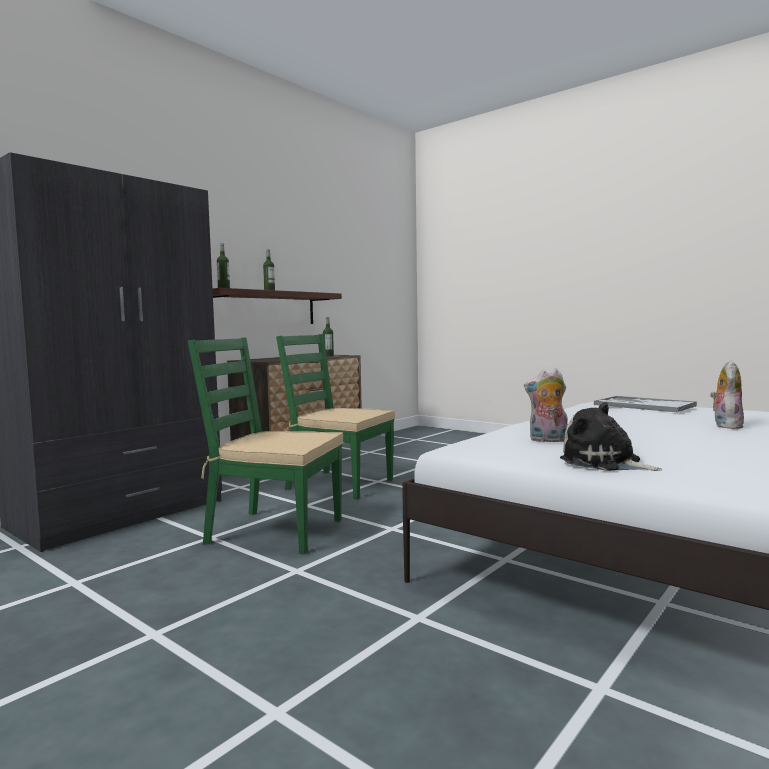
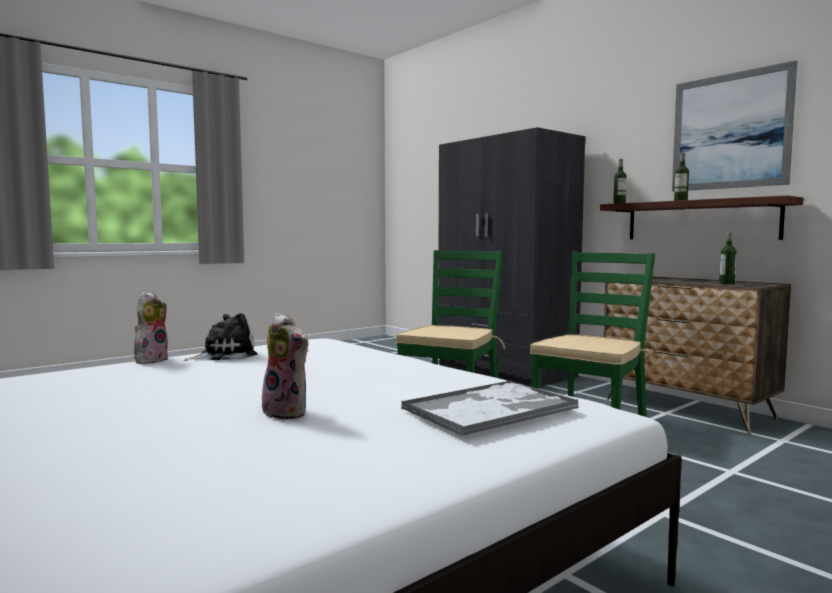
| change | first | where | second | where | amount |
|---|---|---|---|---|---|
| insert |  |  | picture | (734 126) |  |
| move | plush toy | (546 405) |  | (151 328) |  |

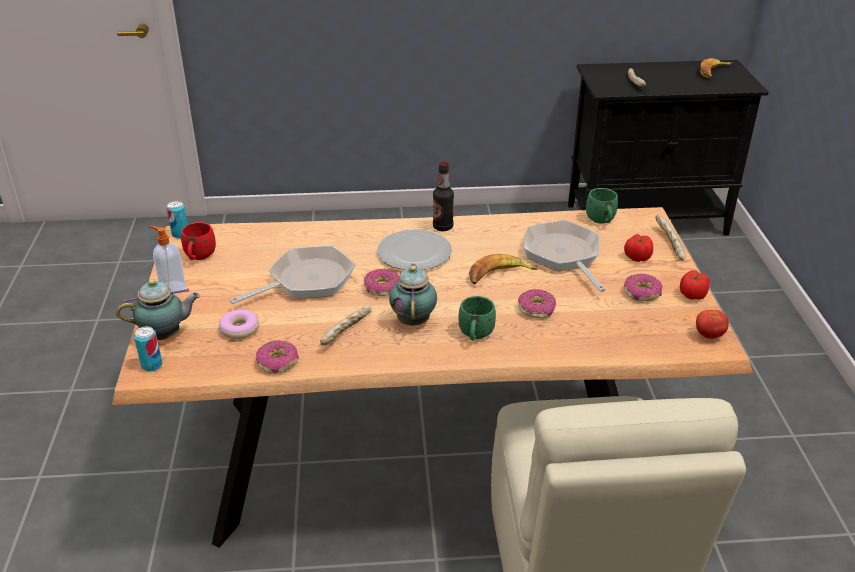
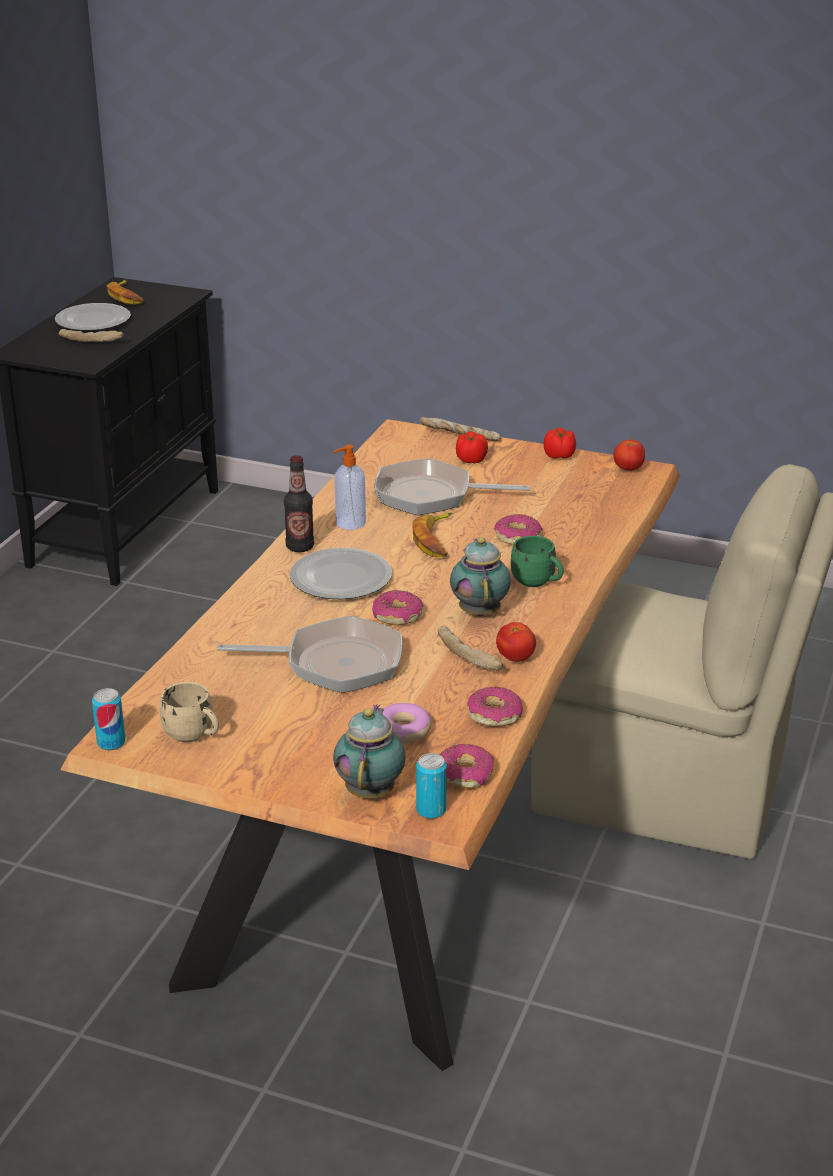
| change | first | where | second | where | amount |
|---|---|---|---|---|---|
| delete | mug/green | (602 206) |  |  |  |
| insert |  |  | plate | (93 317) |  |
| insert |  |  | tomato | (516 642) |  |
| move | soap dispenser | (167 260) |  | (349 487) |  |
| move | donut | (643 287) |  | (467 766) |  |
| recolor | mug/red | (198 241) | mug/beige | (189 712) |  |
| rotate | frying pan | (293 275) |  | (309 654) | 105 degrees clockwise |
| rotate | teapot | (413 294) |  | (480 577) | 60 degrees clockwise |

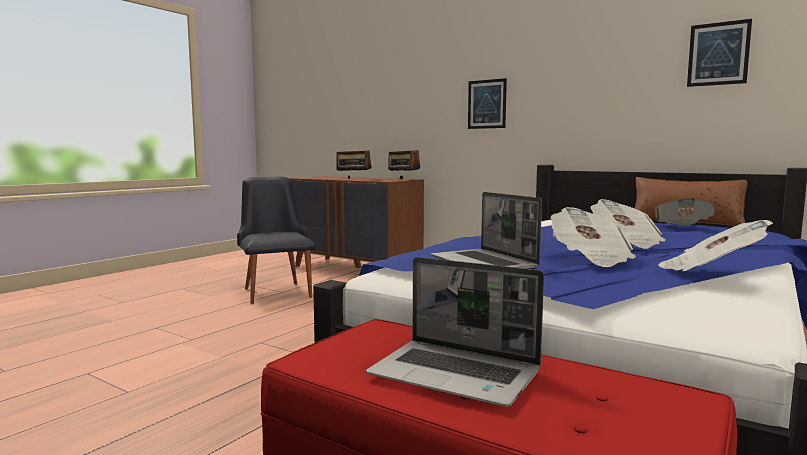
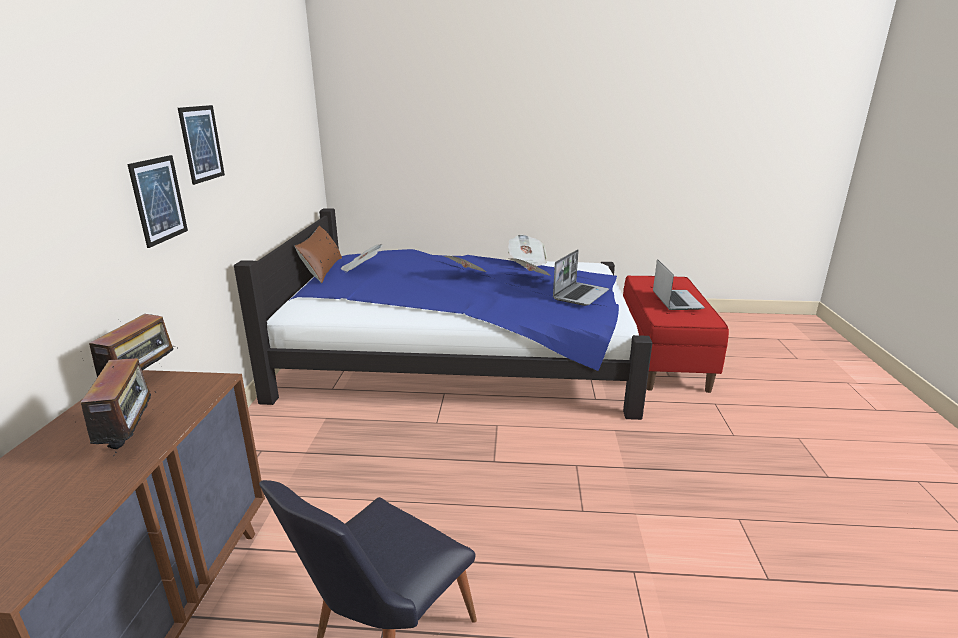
| change | first | where | second | where | amount |
|---|---|---|---|---|---|
| move | picture | (719 53) |  | (201 145) |  |

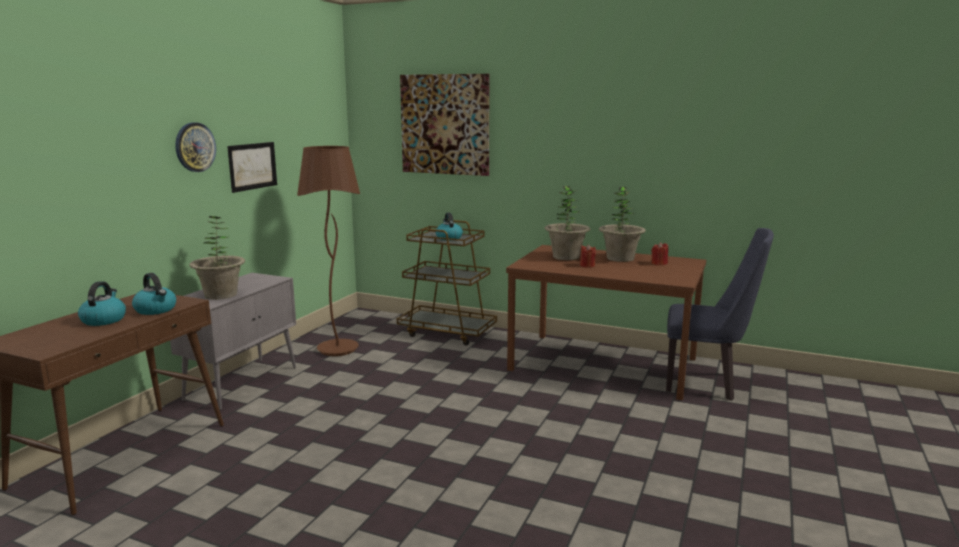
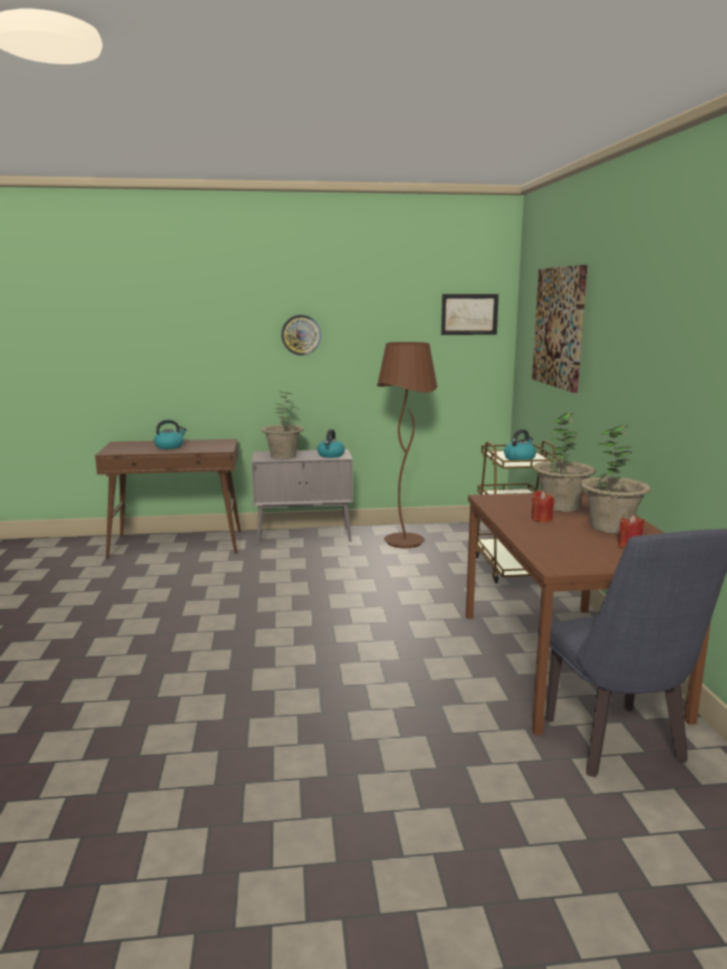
| change | first | where | second | where | amount |
|---|---|---|---|---|---|
| move | kettle | (154 294) |  | (331 443) |  |
| move | picture | (252 167) |  | (470 314) |  |

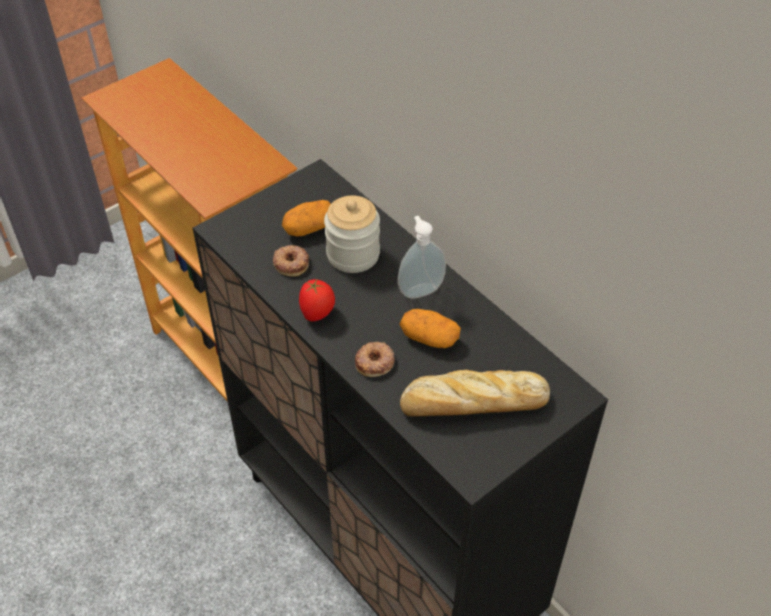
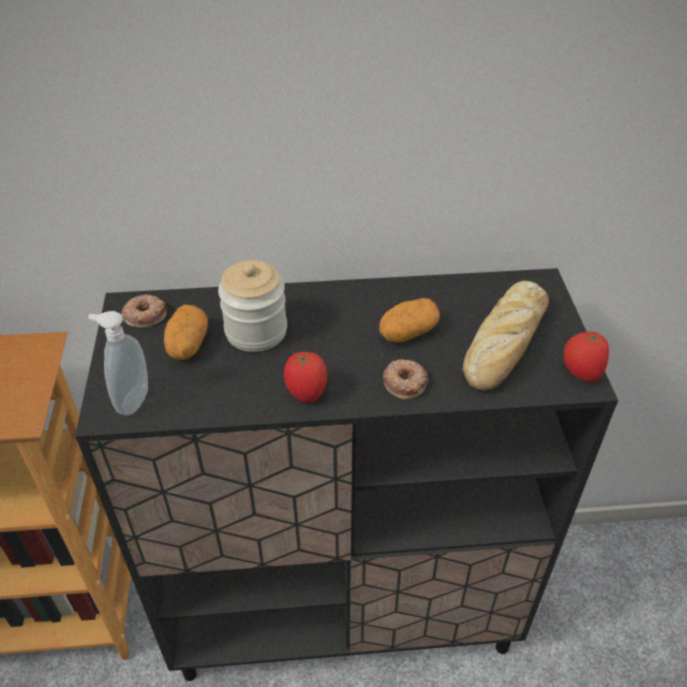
| change | first | where | second | where | amount |
|---|---|---|---|---|---|
| insert |  |  | tomato | (586 356) |  |
| move | donut | (291 261) |  | (144 311) |  |
| move | soap dispenser | (422 257) |  | (118 363) |  |

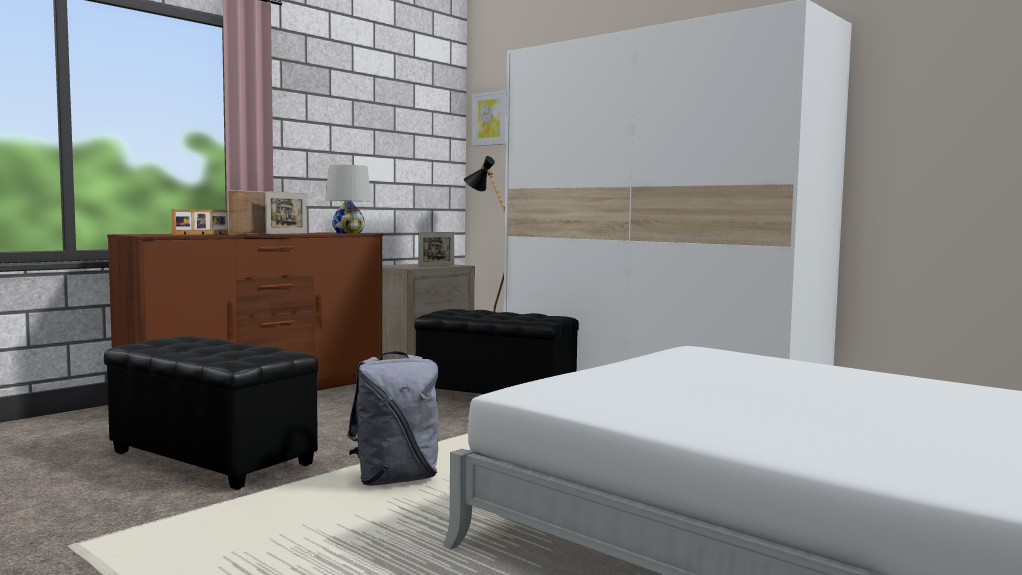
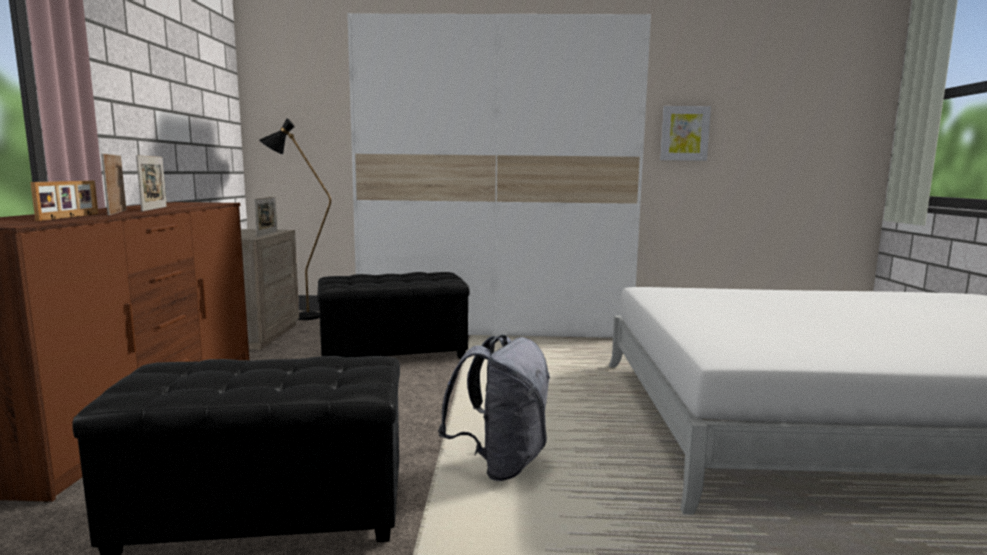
| change | first | where | second | where | amount |
|---|---|---|---|---|---|
| delete | table lamp/white | (348 199) |  |  |  |
| move | picture | (489 118) |  | (685 133) |  |

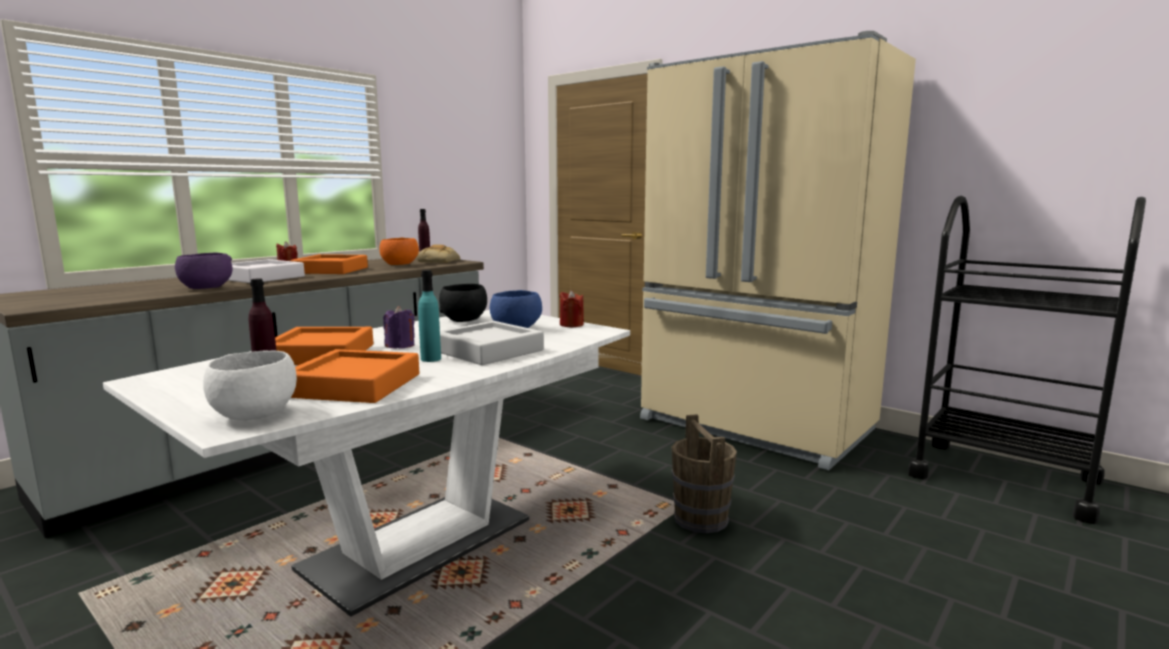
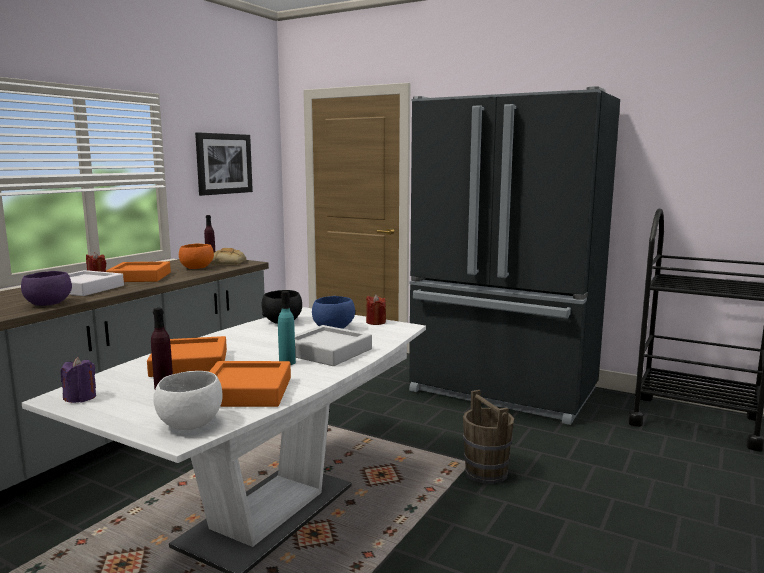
| change | first | where | second | where | amount |
|---|---|---|---|---|---|
| insert |  |  | picture | (224 164) |  |
| move | candle/purple | (399 327) |  | (78 380) |  |
| recolor | fridge/beige | (778 250) | fridge/black | (514 255) |  |

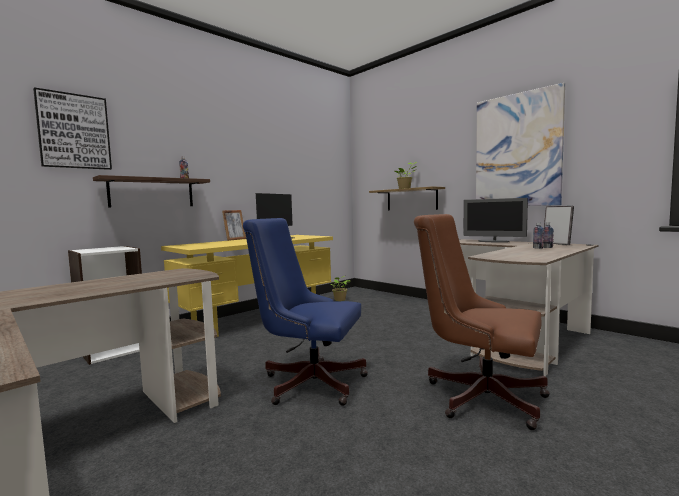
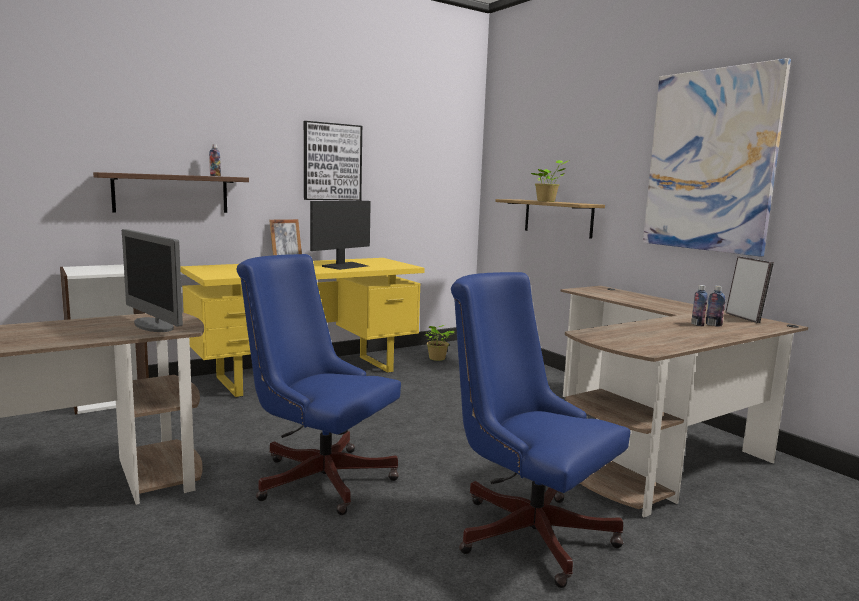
| change | first | where | second | where | amount |
|---|---|---|---|---|---|
| move | picture | (72 128) |  | (333 161) |  |
| move | monitor | (495 220) |  | (152 280) |  |
| recolor | office chair/brown | (482 322) | office chair/blue | (540 430) |  |

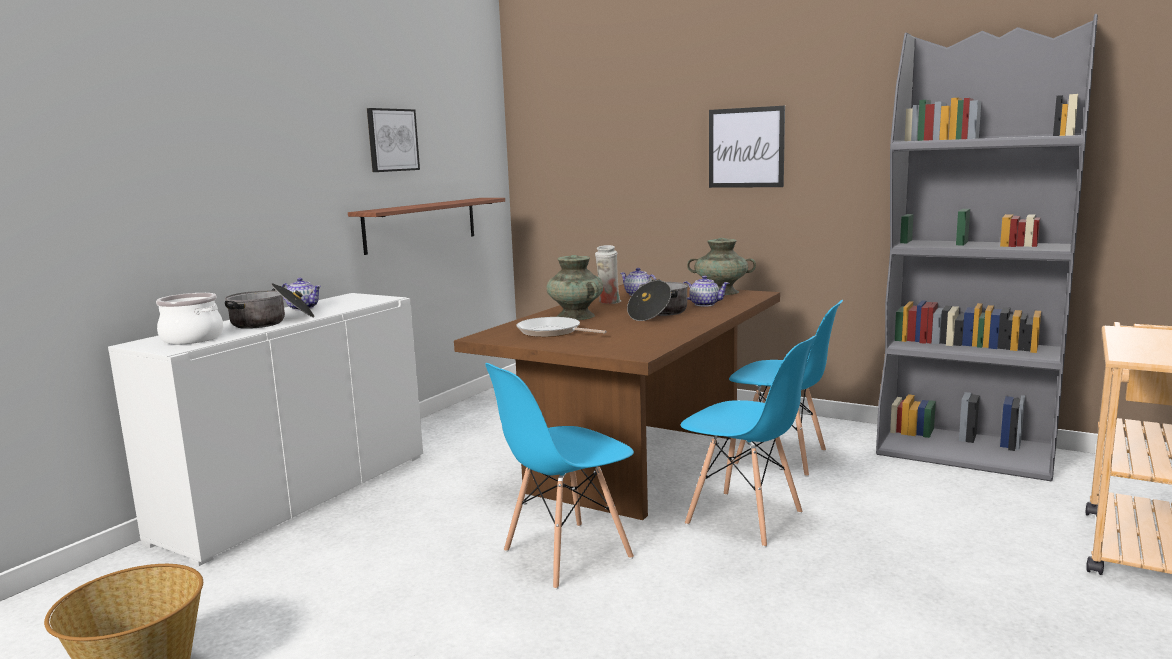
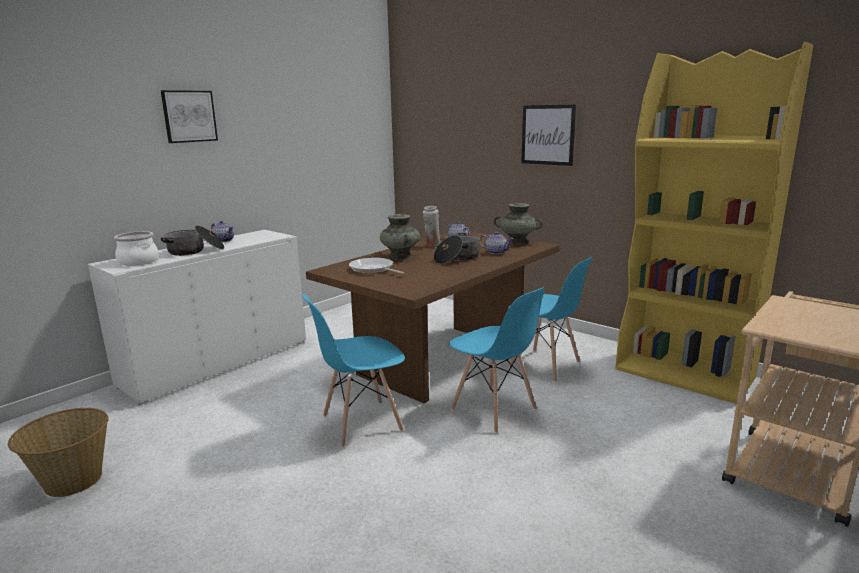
| change | first | where | second | where | amount |
|---|---|---|---|---|---|
| delete | shelf | (426 226) |  |  |  |
| move | picture | (393 140) |  | (189 116) |  |
| recolor | bookcase/grey | (987 248) | bookcase/yellow | (714 223) |  |

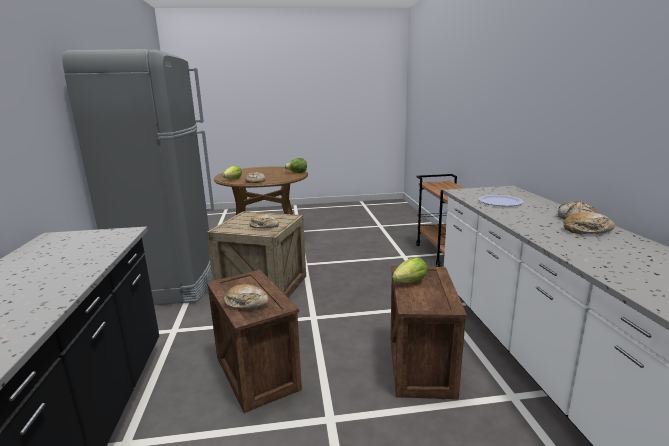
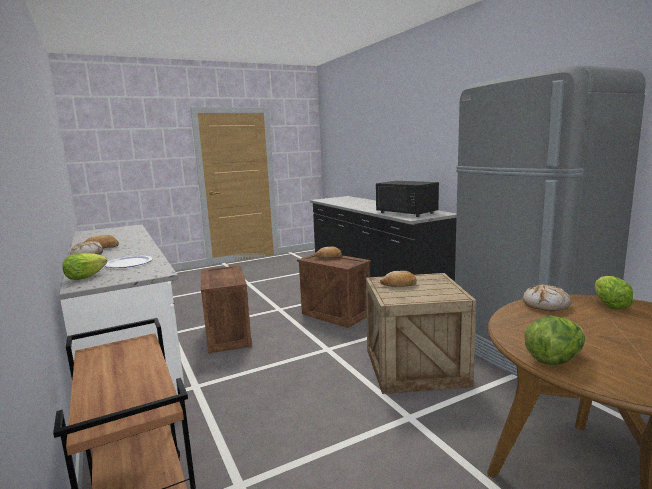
| change | first | where | second | where | amount |
|---|---|---|---|---|---|
| insert |  |  | microwave/black | (407 199) |  |
| move | lettuce | (409 270) |  | (84 266) |  |

